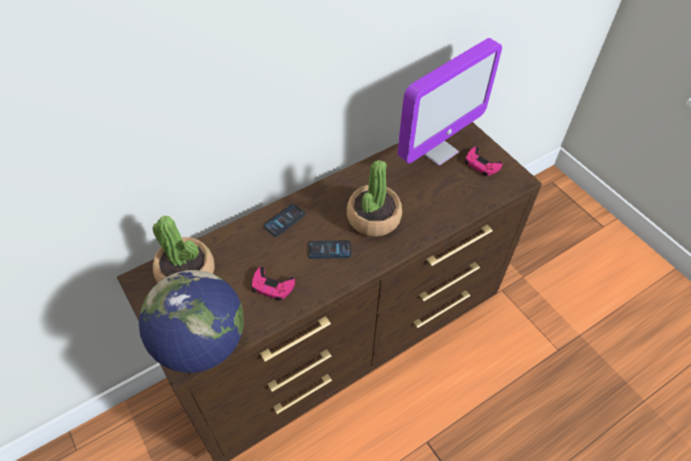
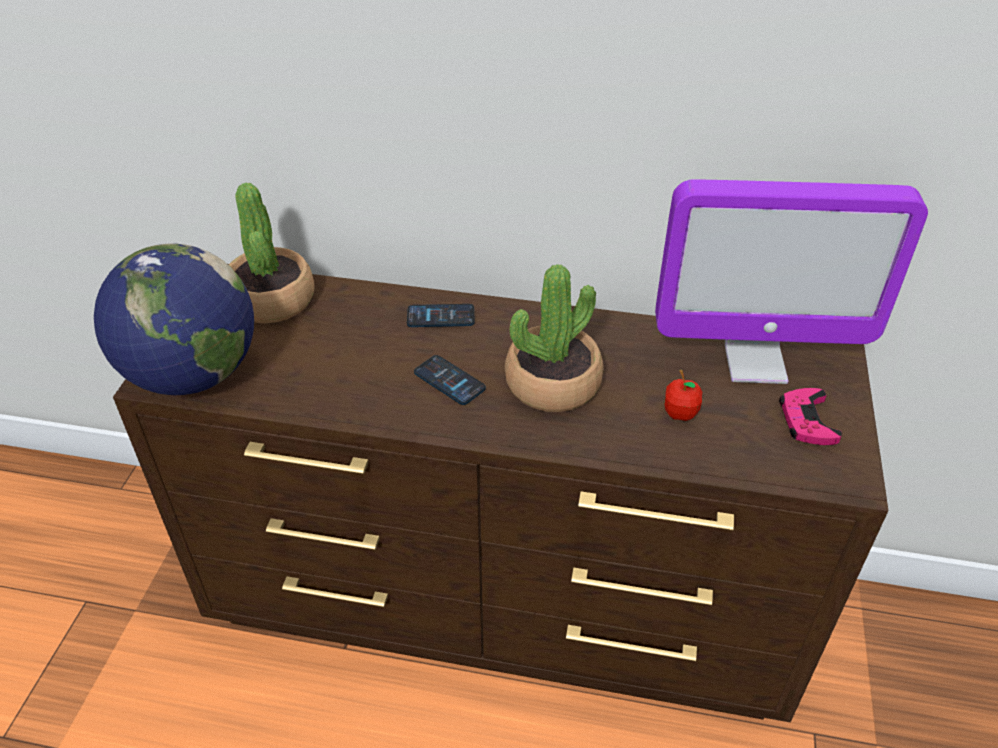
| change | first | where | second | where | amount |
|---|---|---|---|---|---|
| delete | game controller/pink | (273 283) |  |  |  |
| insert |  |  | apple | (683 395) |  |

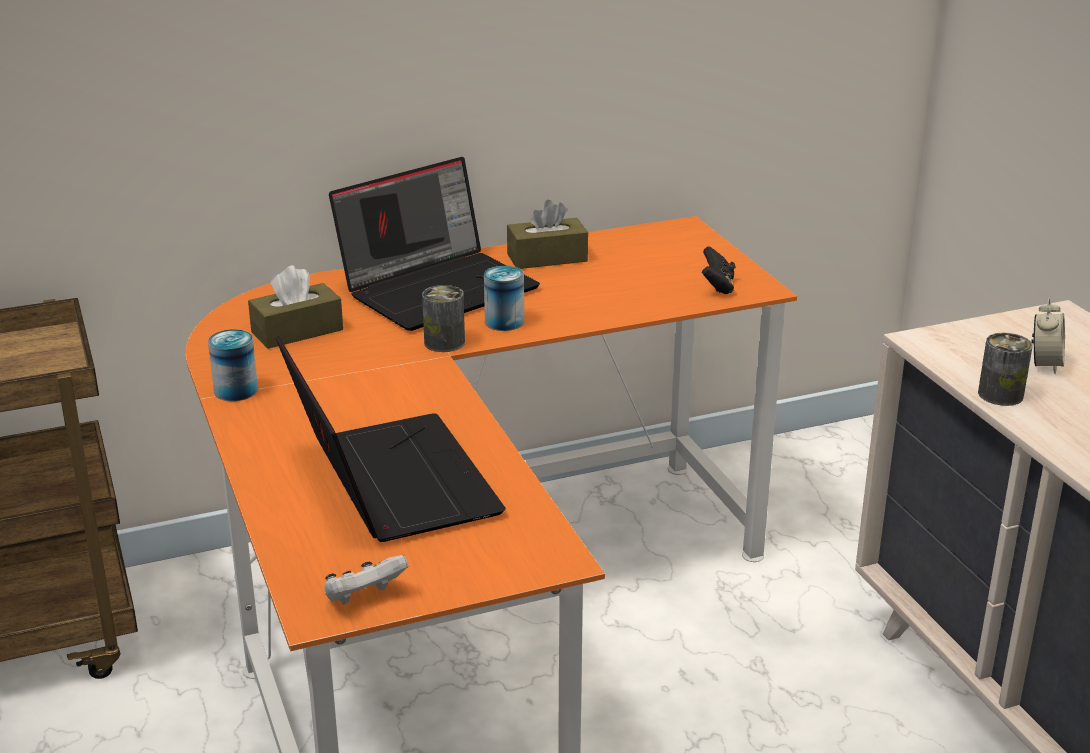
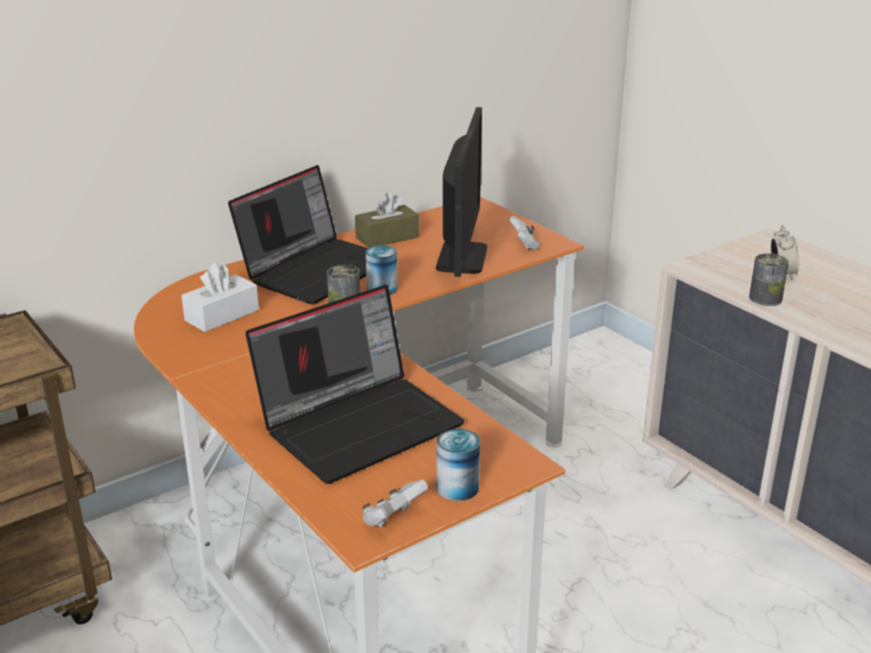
| change | first | where | second | where | amount |
|---|---|---|---|---|---|
| insert |  |  | monitor | (461 192) |  |
| move | can | (233 365) |  | (458 465) |  |
| recolor | tissue box/brown | (295 307) | tissue box/white | (220 297) |  |
| recolor | game controller/black | (719 270) | game controller/white | (524 233) |  |
| rotate | laptop | (391 438) |  | (355 384) | 90 degrees clockwise |

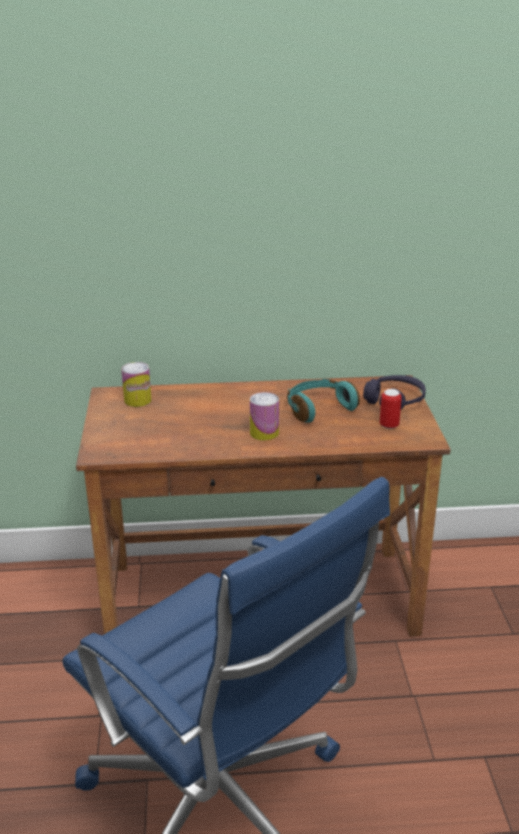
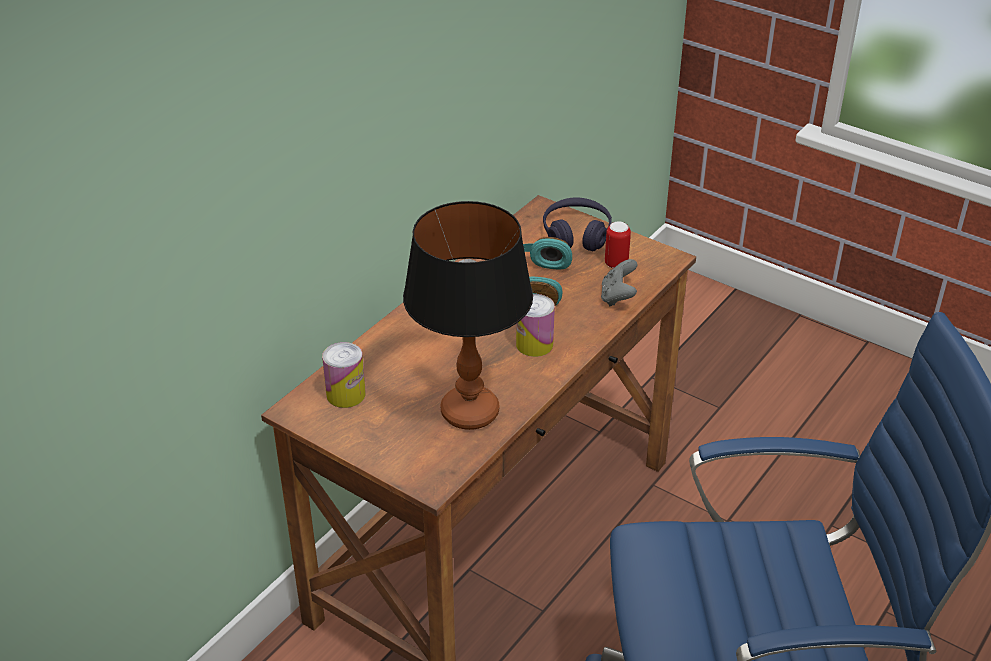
| change | first | where | second | where | amount |
|---|---|---|---|---|---|
| insert |  |  | table lamp | (468 315) |  |
| insert |  |  | game controller/grey | (619 282) |  |

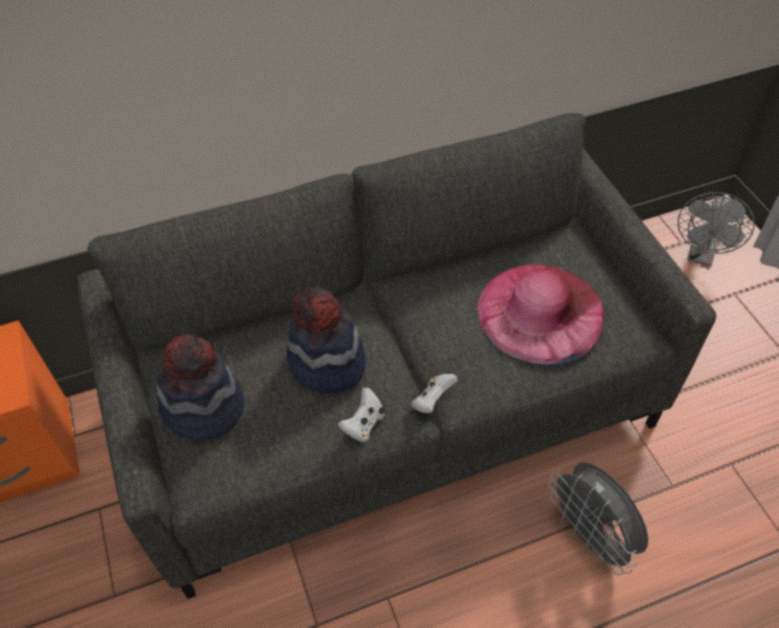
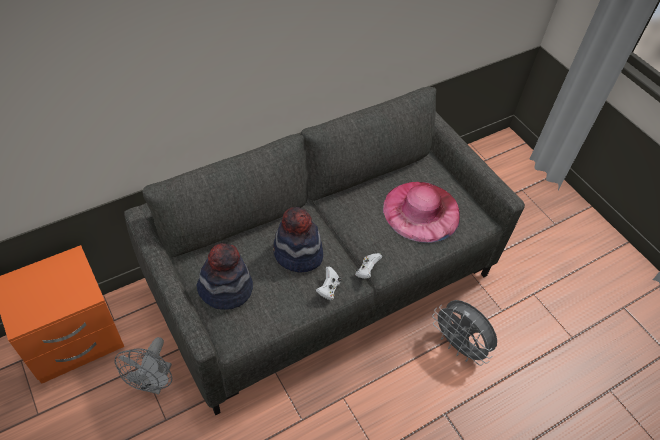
| change | first | where | second | where | amount |
|---|---|---|---|---|---|
| move | fan/grey | (716 229) |  | (143 365) |  |

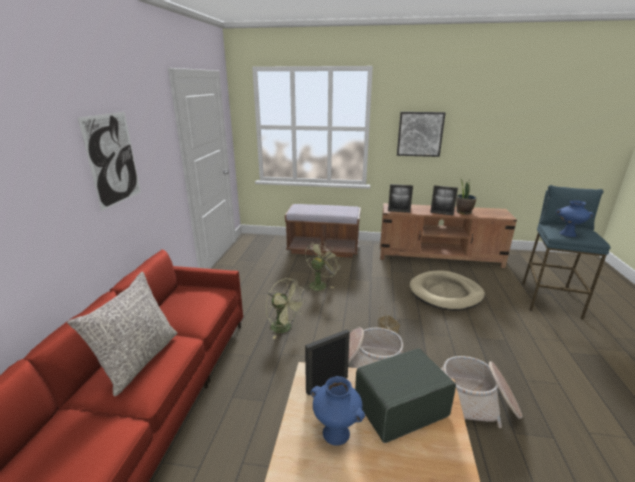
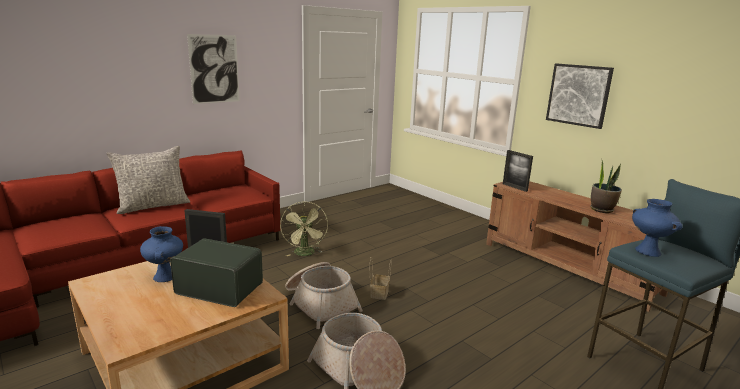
| change | first | where | second | where | amount |
|---|---|---|---|---|---|
| delete | bench/brown | (323 231) |  |  |  |
| delete | fan/green | (322 266) |  |  |  |
| delete | dog bed/beige | (447 290) |  |  |  |
| delete | picture frame | (444 200) |  |  |  |

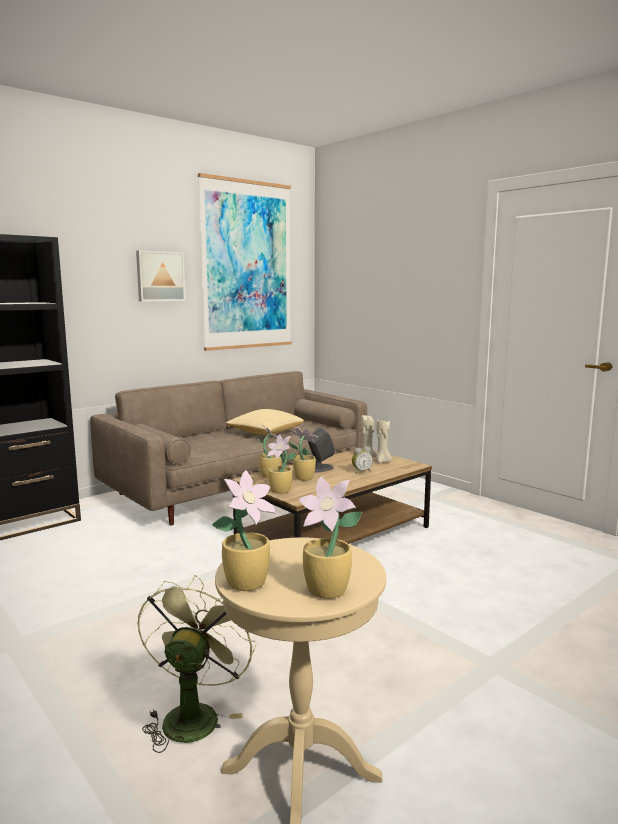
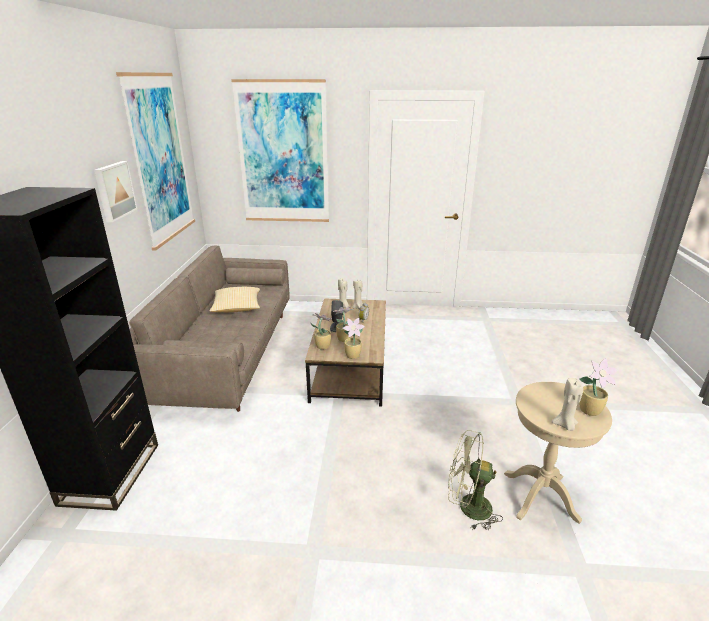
| change | first | where | second | where | amount |
|---|---|---|---|---|---|
| insert |  |  | picture | (280 150) |  |
| replace | potted plant | (244 530) | candle/beige | (567 404) |  |
| rotate | fan/green | (197 664) |  | (475 480) | 45 degrees counterclockwise |

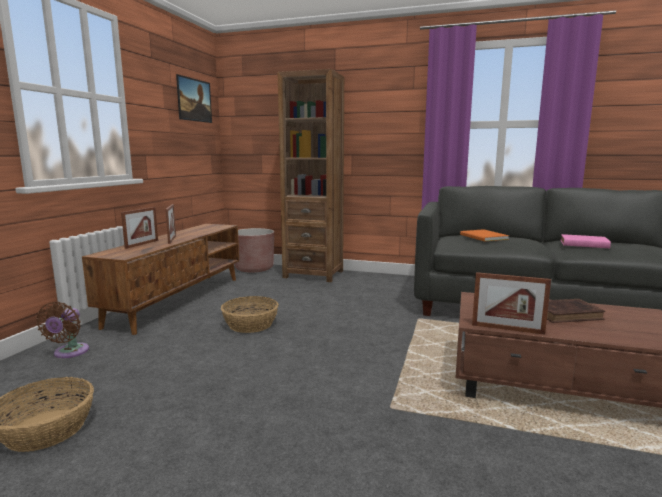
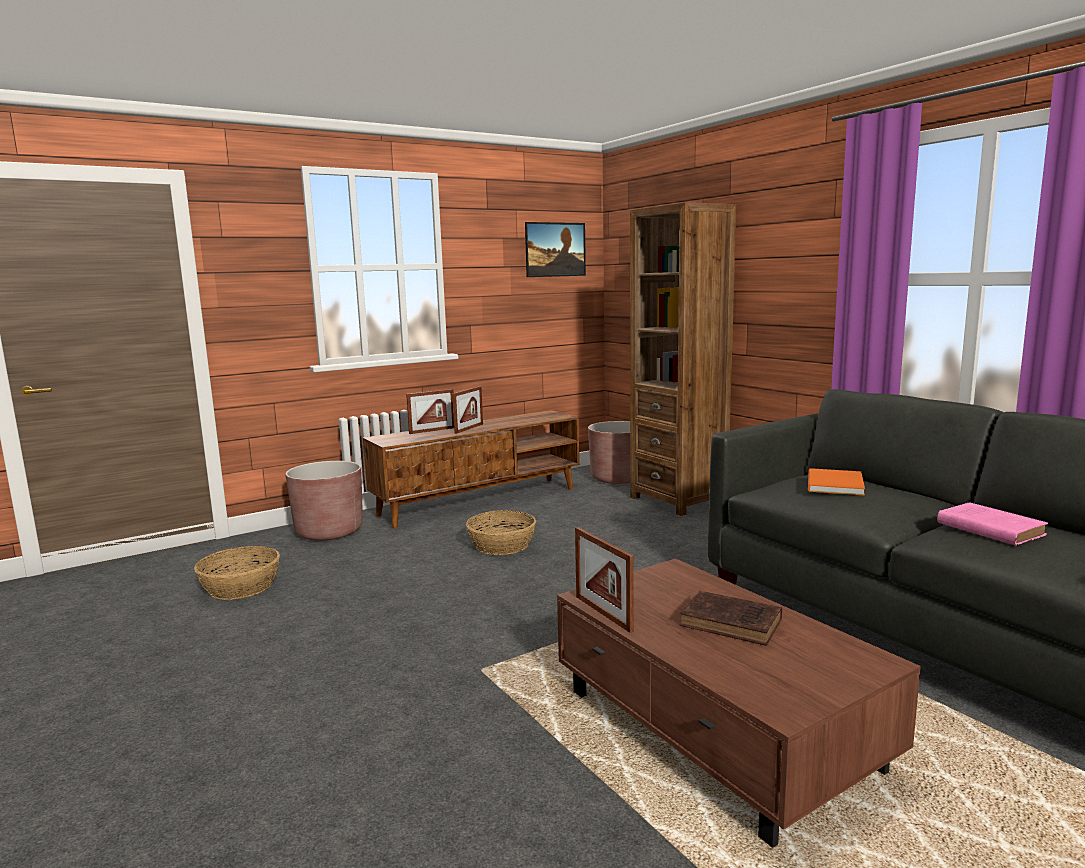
| change | first | where | second | where | amount |
|---|---|---|---|---|---|
| replace | fan/brown | (62 330) | planter/brown | (324 501) |  |

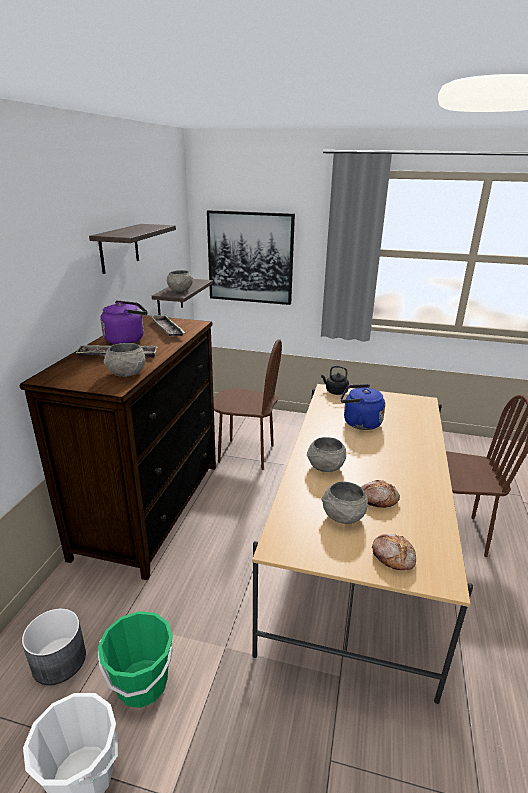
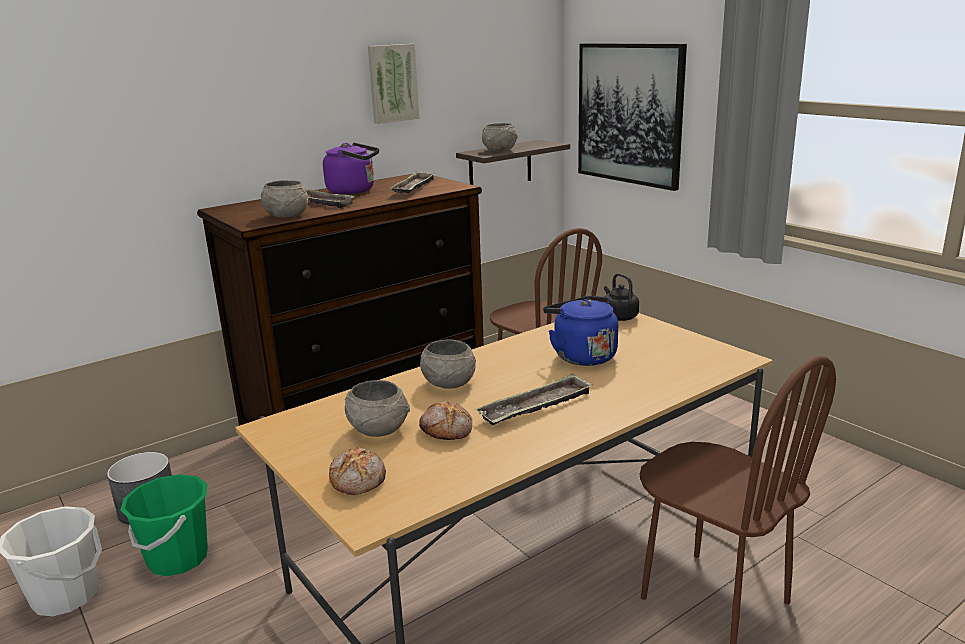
| change | first | where | second | where | amount |
|---|---|---|---|---|---|
| insert |  |  | tray | (533 399) |  |
| replace | shelf | (132 249) | picture | (394 84) |  |

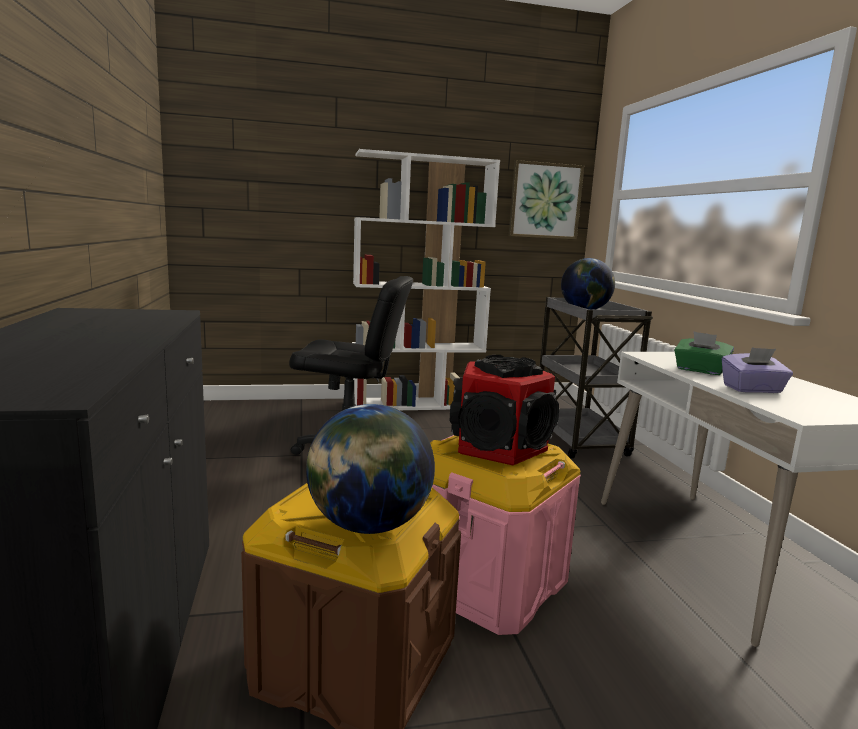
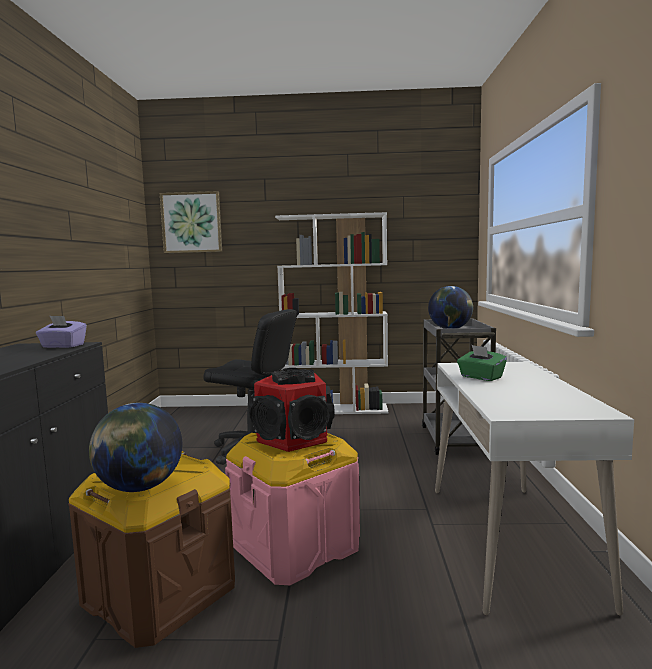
| change | first | where | second | where | amount |
|---|---|---|---|---|---|
| move | picture | (546 200) |  | (191 222) |  |
| move | tissue box/purple | (757 370) |  | (61 332) |  |

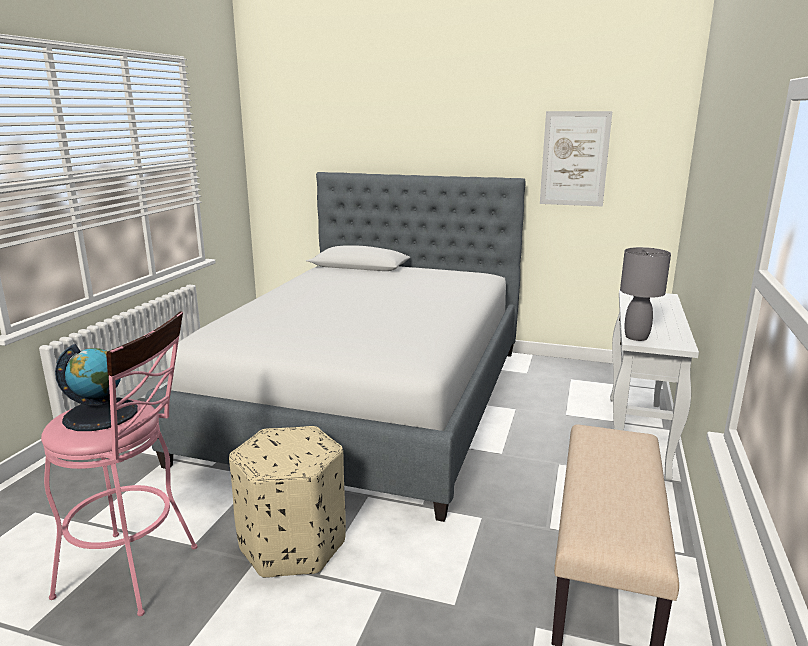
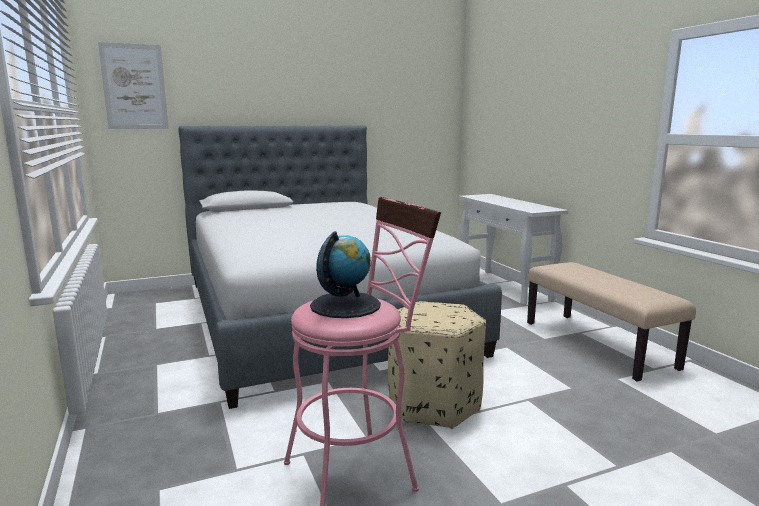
| change | first | where | second | where | amount |
|---|---|---|---|---|---|
| delete | table lamp/grey | (645 294) |  |  |  |
| move | picture | (576 159) |  | (133 85) |  |

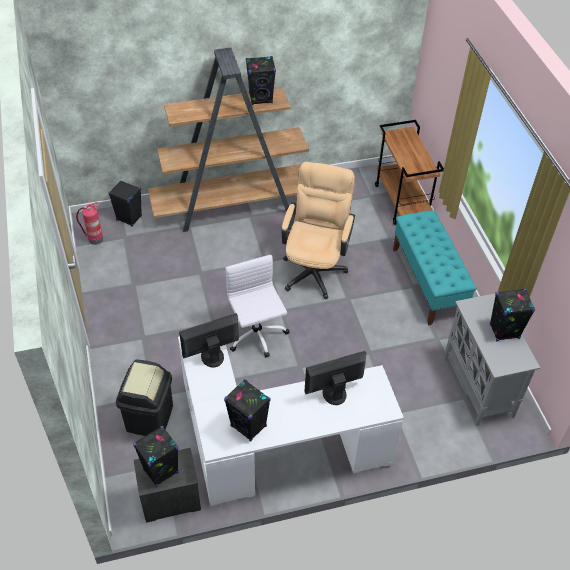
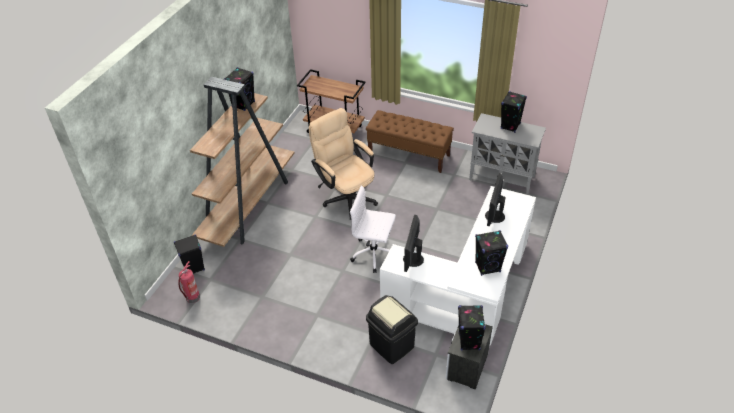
| change | first | where | second | where | amount |
|---|---|---|---|---|---|
| recolor | bench/turquoise | (435 267) | bench/brown | (410 141) |  |

